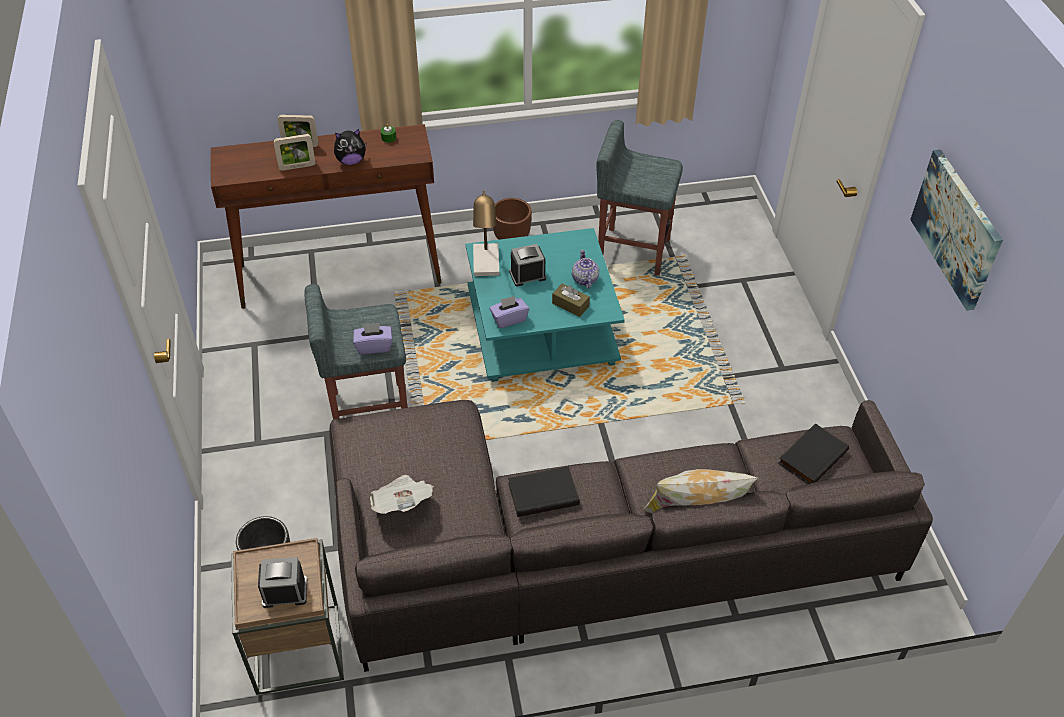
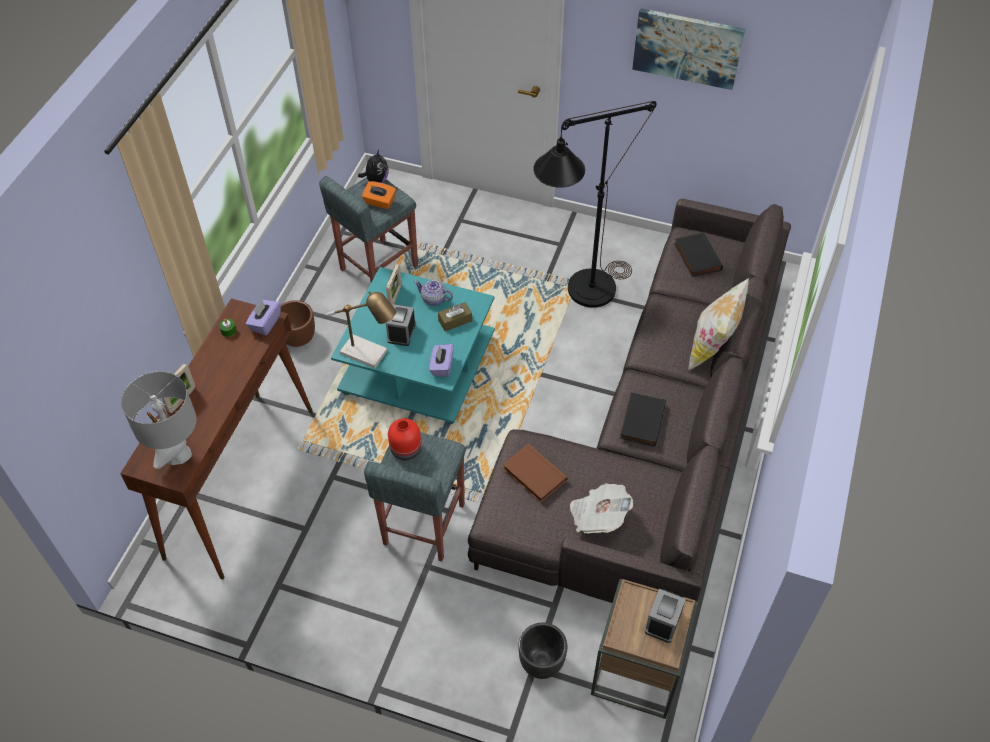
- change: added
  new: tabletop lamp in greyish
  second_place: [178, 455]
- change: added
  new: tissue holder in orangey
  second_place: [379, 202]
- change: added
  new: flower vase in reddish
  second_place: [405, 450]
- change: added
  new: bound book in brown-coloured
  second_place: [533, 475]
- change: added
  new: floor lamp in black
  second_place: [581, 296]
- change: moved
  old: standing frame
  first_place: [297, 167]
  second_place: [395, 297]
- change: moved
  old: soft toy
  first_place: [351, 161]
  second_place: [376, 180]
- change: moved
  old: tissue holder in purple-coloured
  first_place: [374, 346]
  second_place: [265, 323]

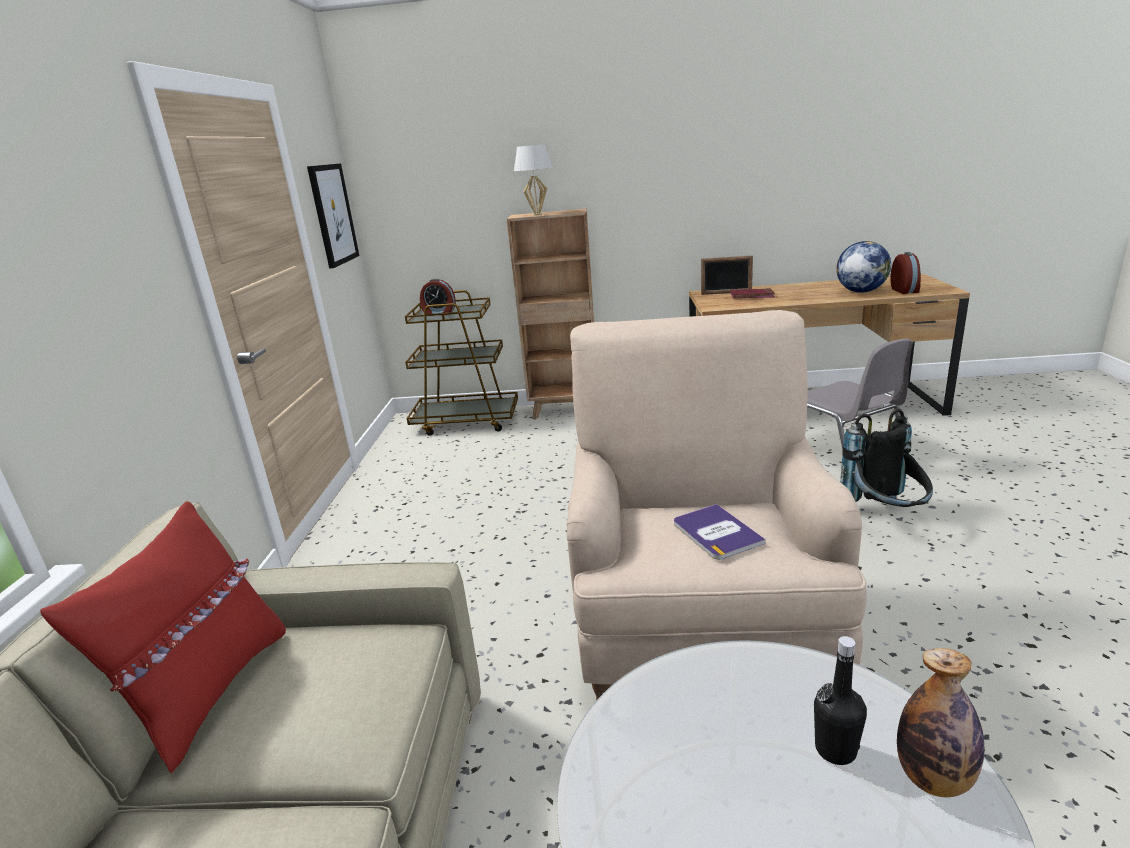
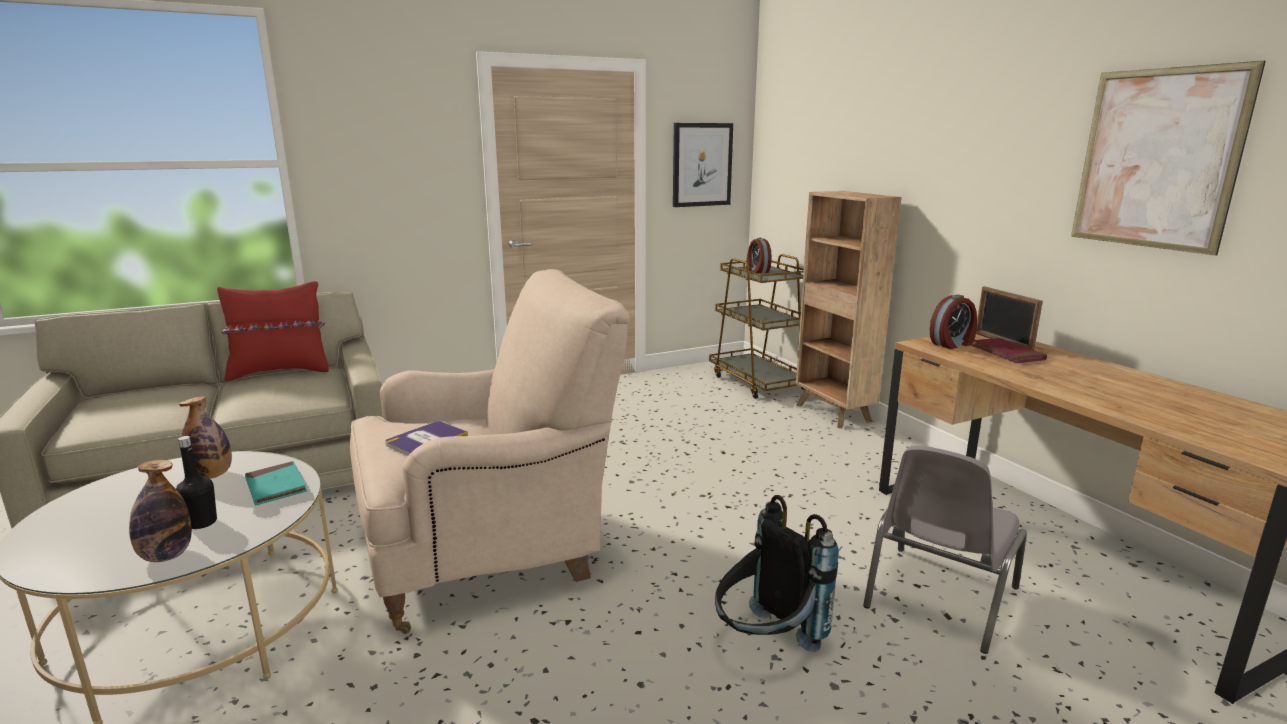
- change: removed
  old: tabletop lamp in whitish
  first_place: [537, 214]
- change: removed
  old: globe
  first_place: [860, 291]
- change: added
  new: drink bottle
  second_place: [212, 475]
- change: added
  new: bound book in turquoise-coloured
  second_place: [276, 487]
- change: added
  new: wall art
  second_place: [1157, 159]
- change: moved
  old: bedside clock
  first_place: [905, 290]
  second_place: [952, 344]

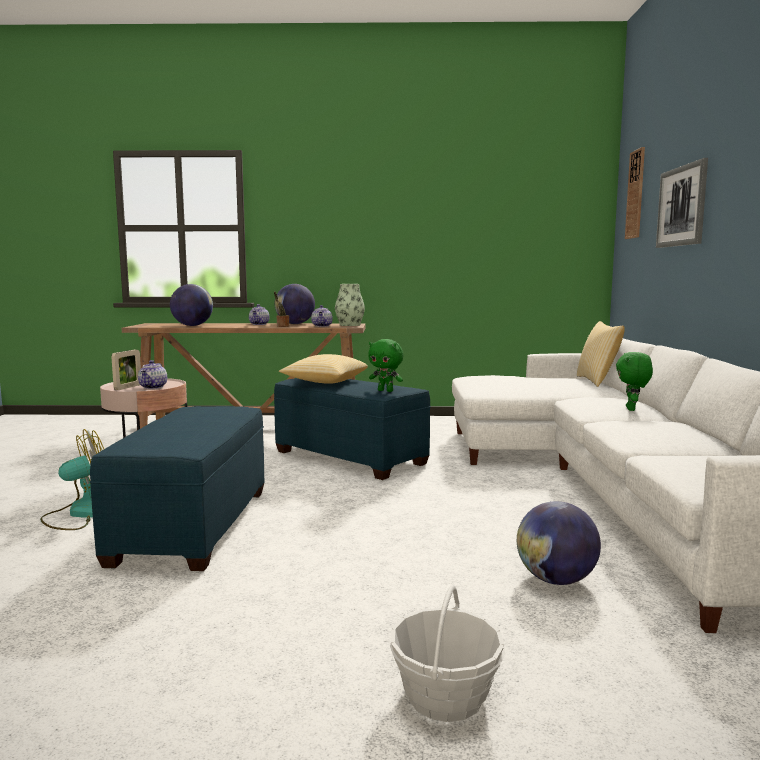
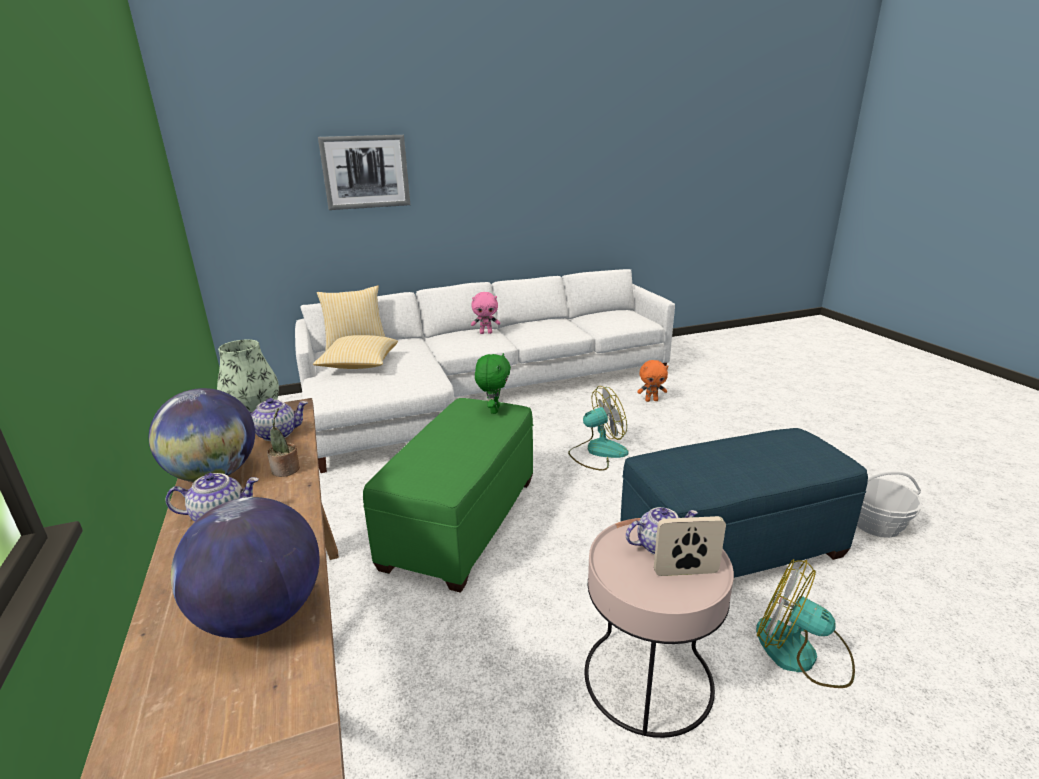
- change: removed
  old: clock on the wall
  first_place: [635, 194]
- change: added
  new: electric fan
  second_place: [597, 452]
- change: moved
  old: pillow
  first_place: [325, 382]
  second_place: [359, 365]
- change: moved
  old: basket
  first_place: [445, 696]
  second_place: [876, 524]
- change: replaced
  old: globe
  new: soft toy in orangey
  first_place: [556, 580]
  second_place: [651, 400]
- change: recoloured
  old: pouffe in bluish
  new: pouffe in green-coloured
  first_place: [350, 457]
  second_place: [462, 521]
- change: recoloured
  old: soft toy in green-coloured
  new: soft toy in pink
  first_place: [632, 409]
  second_place: [486, 333]

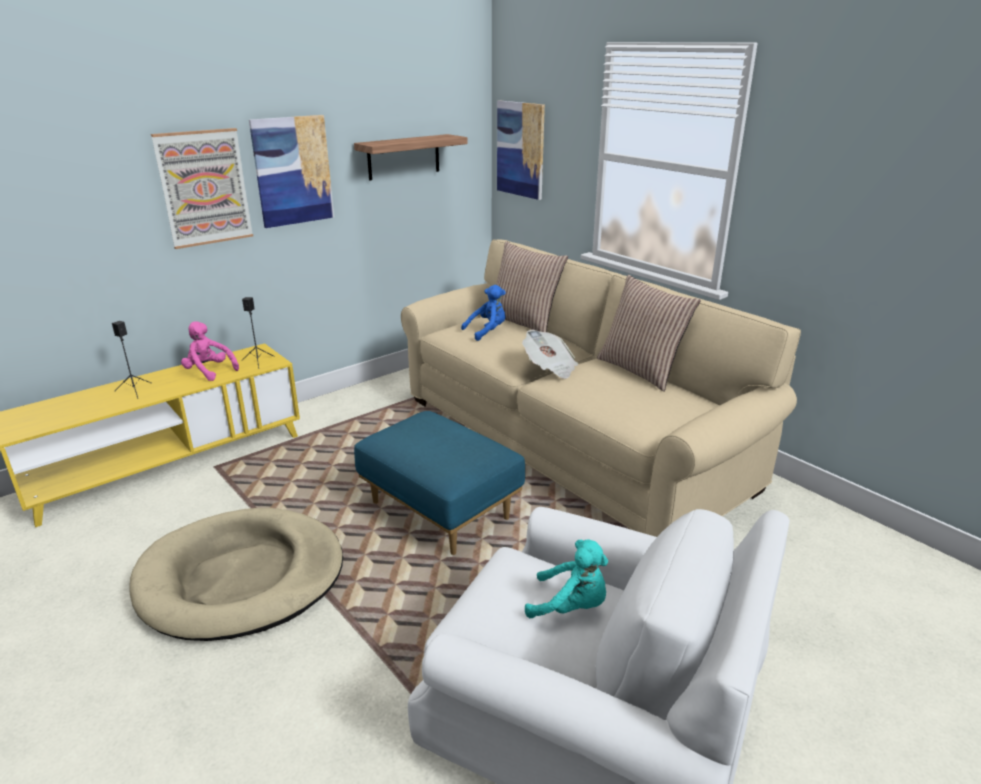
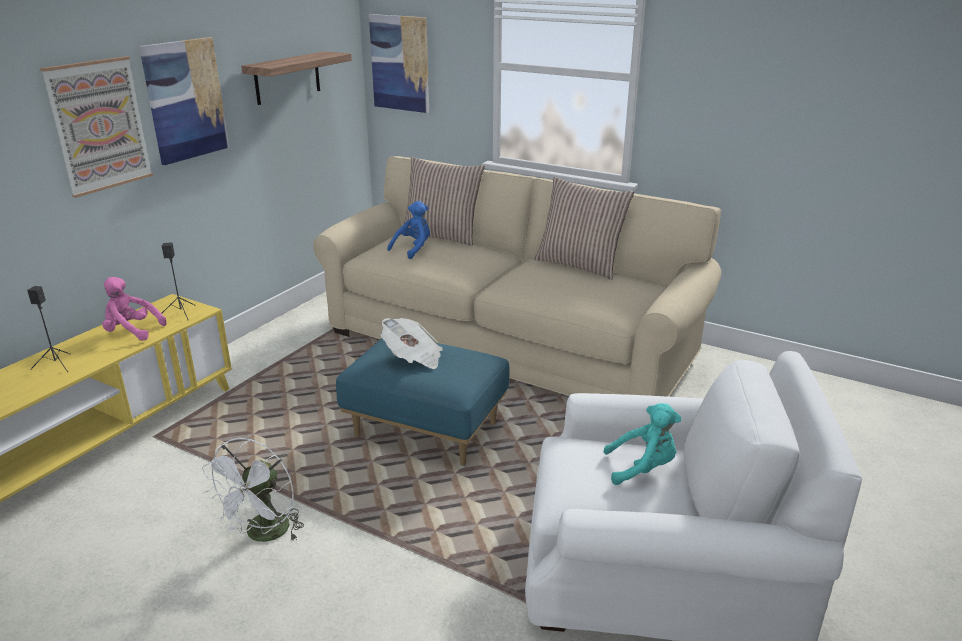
- change: moved
  old: daily paper
  first_place: [550, 368]
  second_place: [413, 357]
- change: replaced
  old: pet bed in beige-coloured
  new: electric fan in whitish
  first_place: [242, 578]
  second_place: [263, 535]

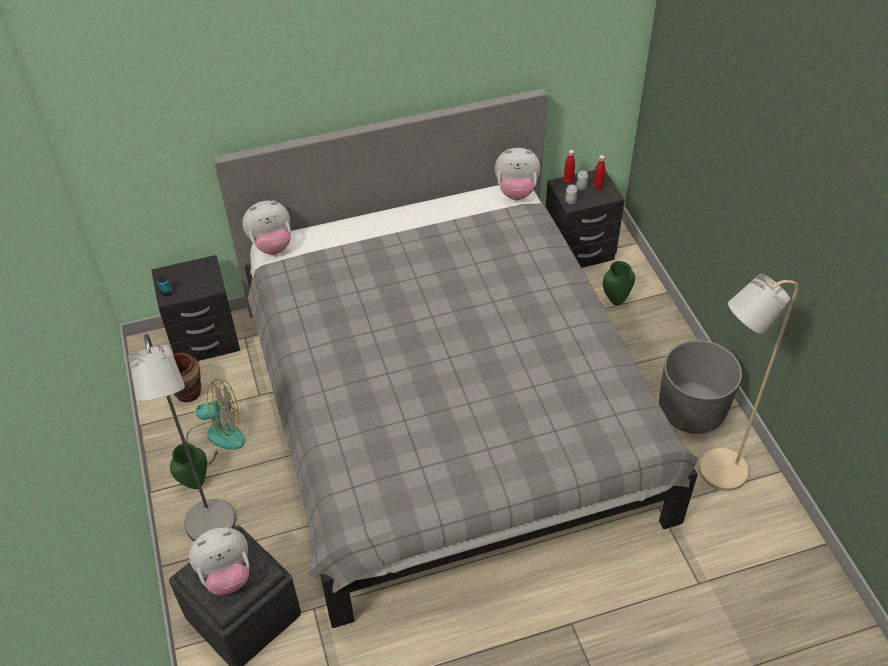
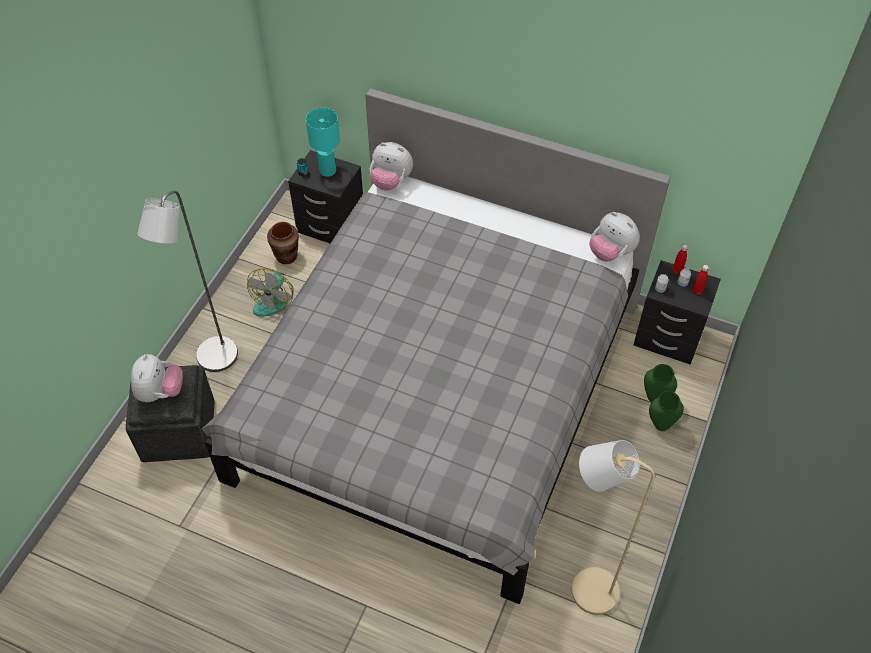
- change: removed
  old: flower pot in greyish
  first_place: [691, 410]
- change: added
  new: tabletop lamp in turquoise-coloured
  second_place: [328, 170]
- change: moved
  old: flower vase in green-coloured
  first_place: [195, 483]
  second_place: [660, 425]
- change: turned
  old: electric fan
  first_place: [216, 437]
  second_place: [274, 299]
  degrees: 75
- change: turned
  old: soft toy
  first_place: [226, 574]
  second_place: [160, 392]
  degrees: -105

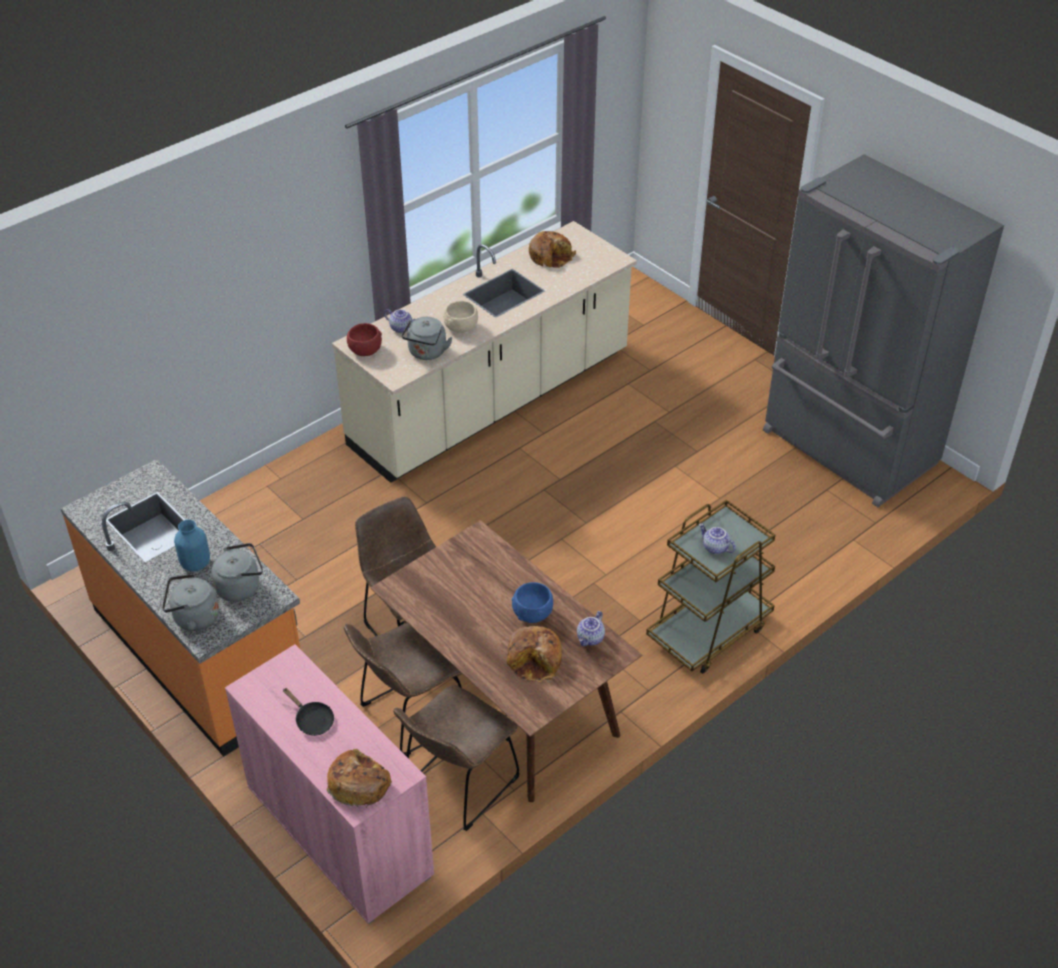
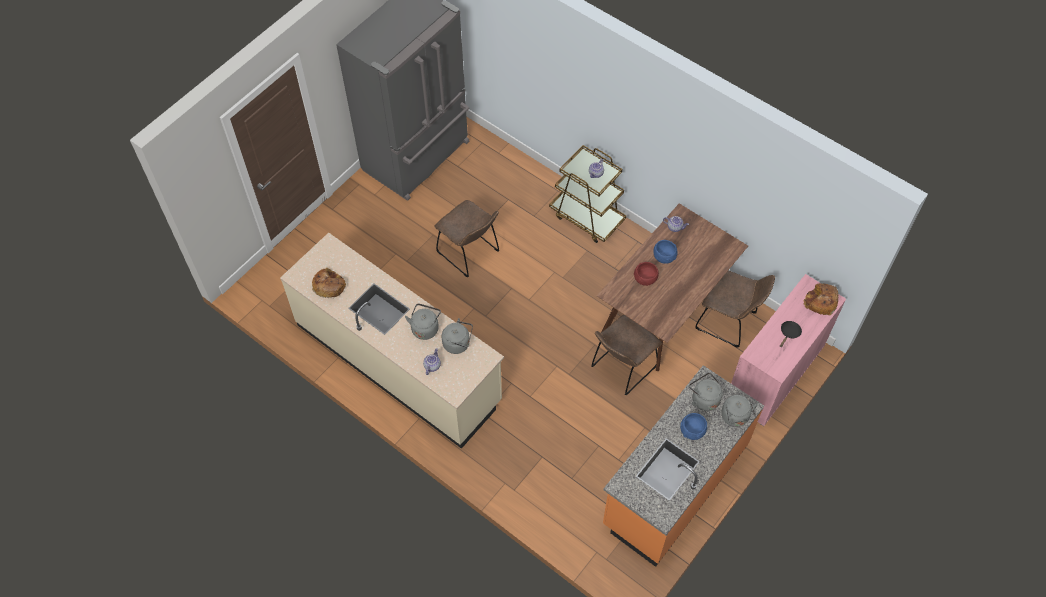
- change: removed
  old: baked bread
  first_place: [535, 660]
- change: moved
  old: upright chair in brown-coloured
  first_place: [410, 716]
  second_place: [470, 253]
- change: moved
  old: serving bowl in reddish
  first_place: [364, 350]
  second_place: [645, 279]
- change: replaced
  old: flower vase in bluish
  new: serving bowl in bluish
  first_place: [195, 564]
  second_place: [692, 431]
- change: replaced
  old: serving bowl in beige-coloured
  new: kettle in greyish
  first_place: [461, 327]
  second_place: [425, 328]

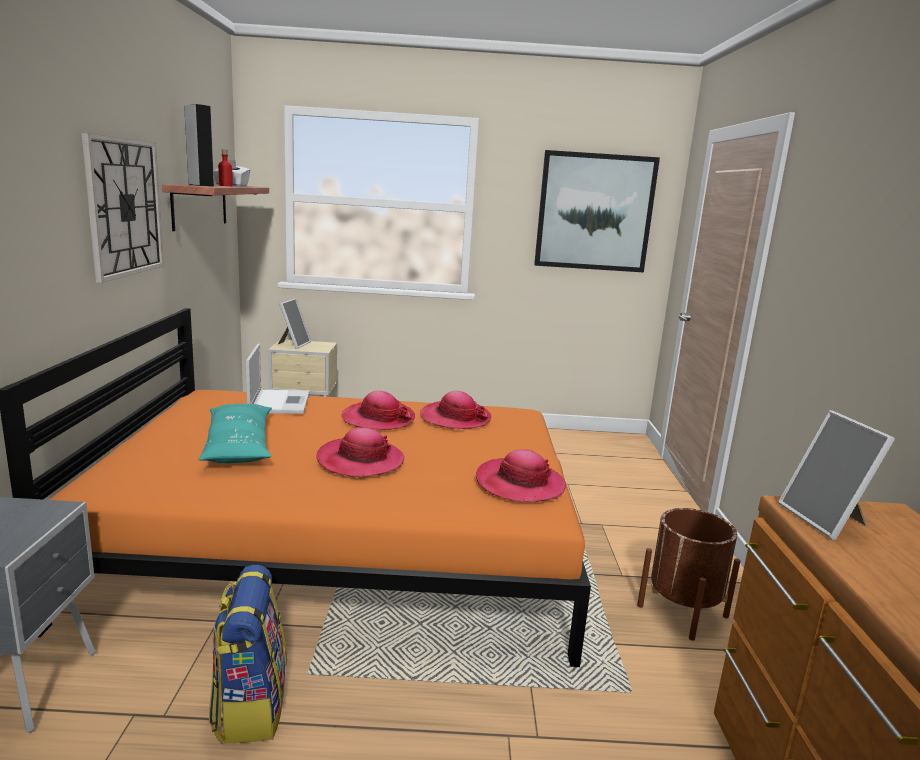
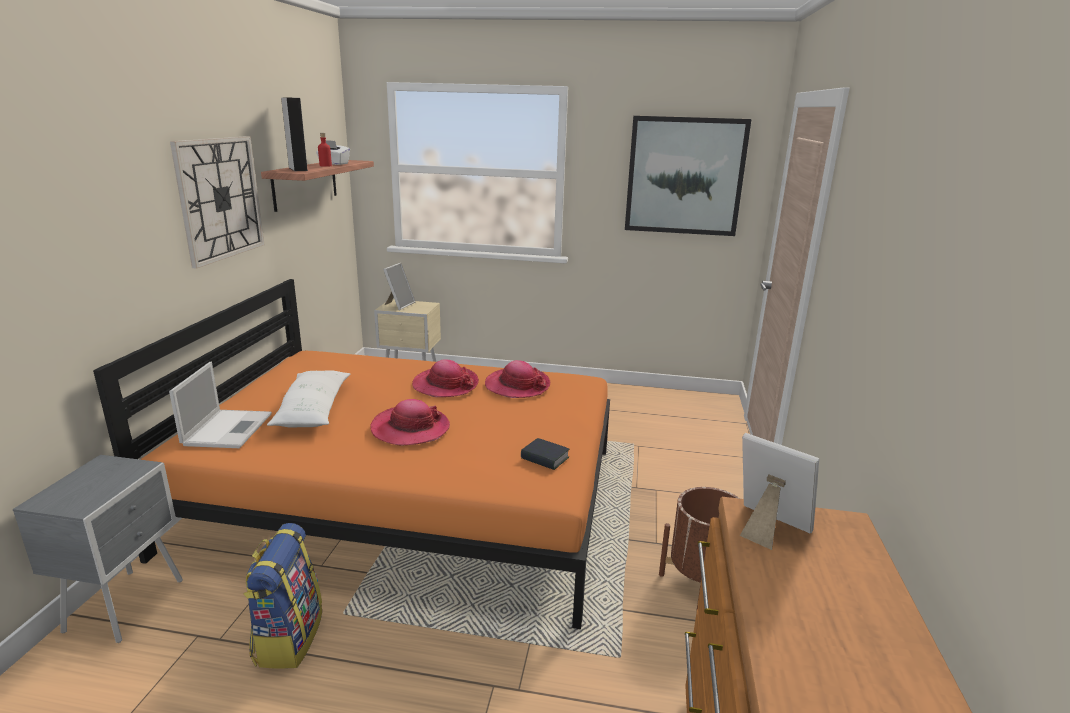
- change: moved
  old: notebook computer
  first_place: [279, 402]
  second_place: [228, 428]
- change: replaced
  old: wearable hat
  new: bound book
  first_place: [520, 484]
  second_place: [545, 458]
- change: recoloured
  old: pillow in turquoise-coloured
  new: pillow in whitish
  first_place: [239, 446]
  second_place: [313, 410]
- change: turned
  old: standing frame
  first_place: [826, 520]
  second_place: [767, 528]
  degrees: 135

